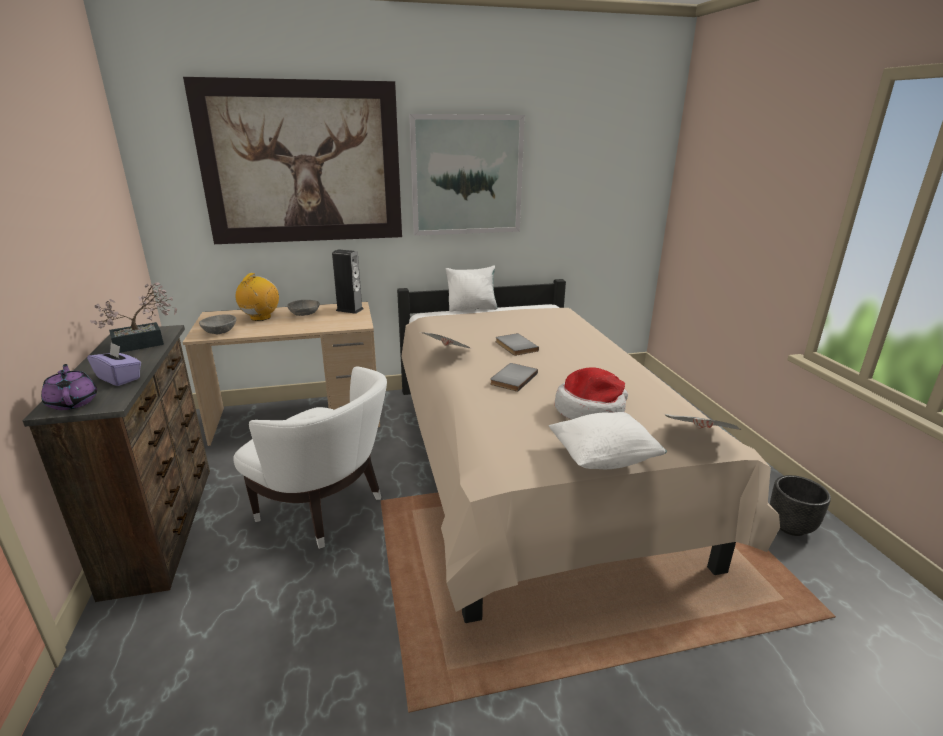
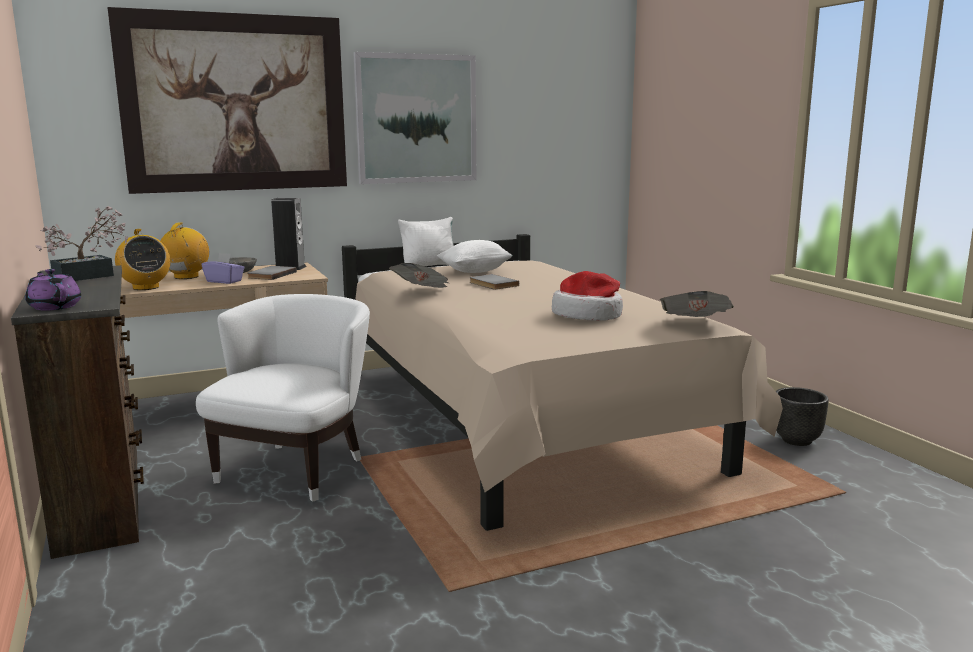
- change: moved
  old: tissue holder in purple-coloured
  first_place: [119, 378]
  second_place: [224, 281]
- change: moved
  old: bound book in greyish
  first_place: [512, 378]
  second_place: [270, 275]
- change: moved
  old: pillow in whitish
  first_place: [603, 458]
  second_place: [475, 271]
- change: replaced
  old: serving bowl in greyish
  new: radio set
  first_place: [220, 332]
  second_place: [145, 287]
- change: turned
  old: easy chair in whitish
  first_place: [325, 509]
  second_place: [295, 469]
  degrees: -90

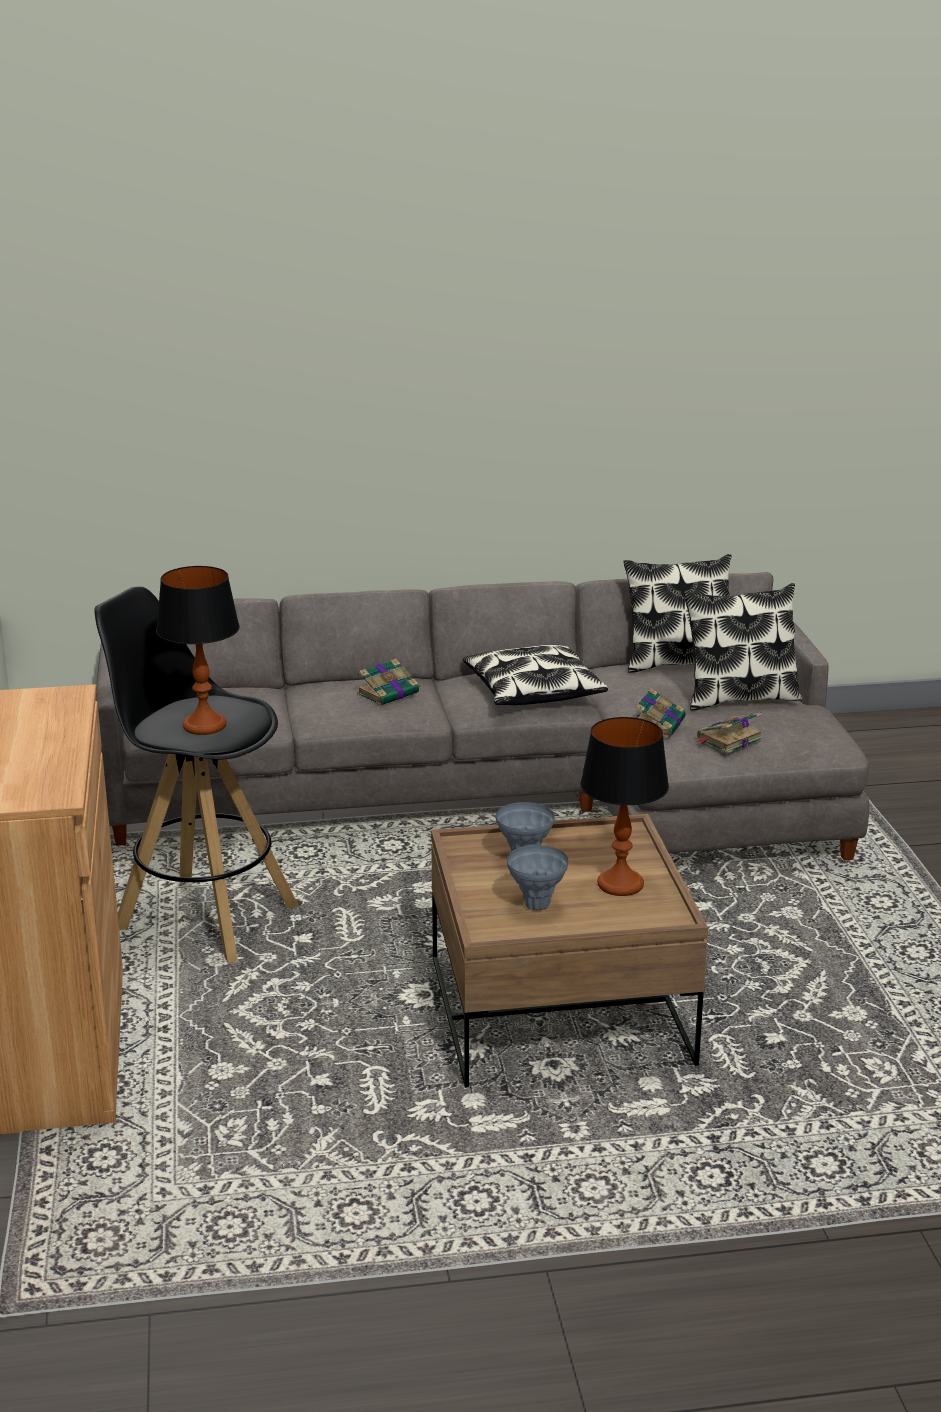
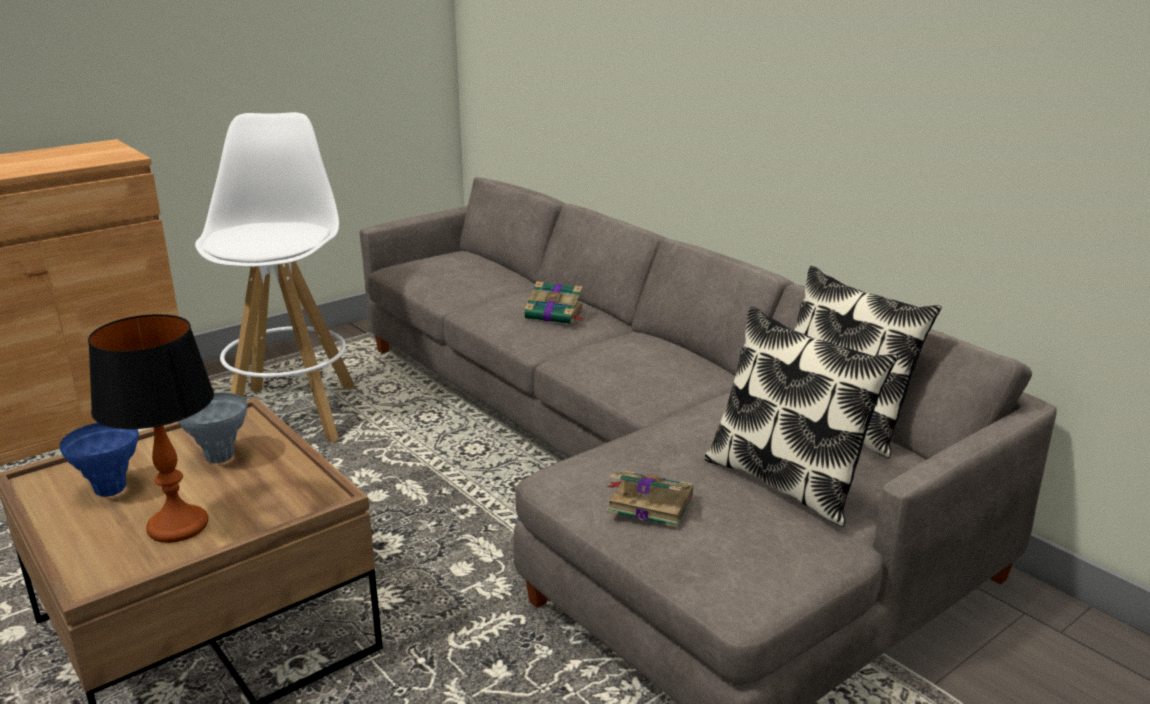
- change: removed
  old: tabletop lamp
  first_place: [205, 725]
- change: removed
  old: pillow
  first_place: [533, 691]
- change: removed
  old: bound book
  first_place: [658, 724]
- change: recoloured
  old: sitting stool in black
  new: sitting stool in whitish
  first_place: [205, 916]
  second_place: [293, 413]
- change: recoloured
  old: flower vase in greyish
  new: flower vase in bluish
  first_place: [536, 905]
  second_place: [111, 490]

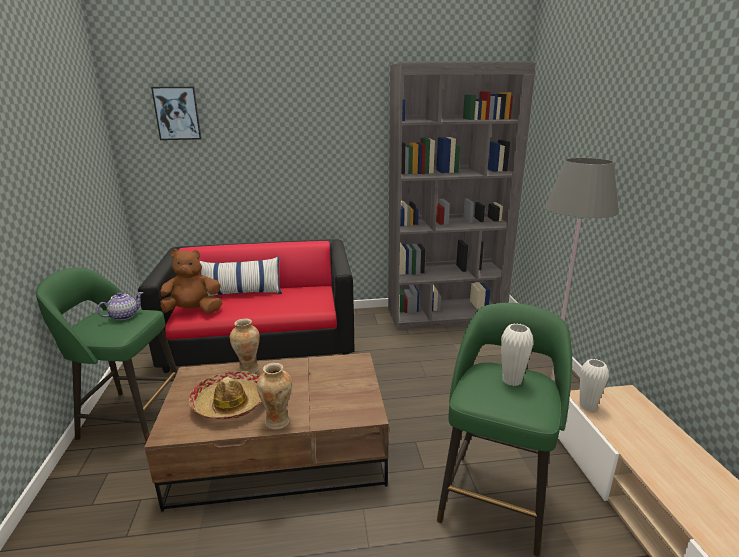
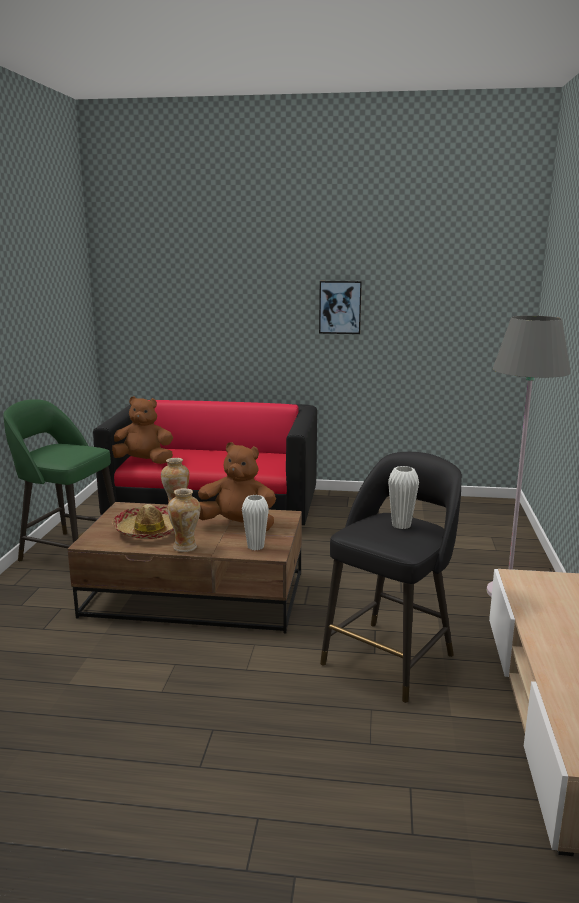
- change: removed
  old: pot for tea
  first_place: [124, 316]
- change: removed
  old: pillow
  first_place: [241, 293]
- change: removed
  old: shelving unit in greyish
  first_place: [445, 315]
- change: added
  new: soft toy in brown-coloured
  second_place: [237, 526]
- change: moved
  old: wall art
  first_place: [177, 113]
  second_place: [340, 307]
- change: moved
  old: flower vase in whitish
  first_place: [587, 406]
  second_place: [255, 547]
- change: recoloured
  old: sitting stool in green-coloured
  new: sitting stool in black
  first_place: [495, 497]
  second_place: [390, 658]

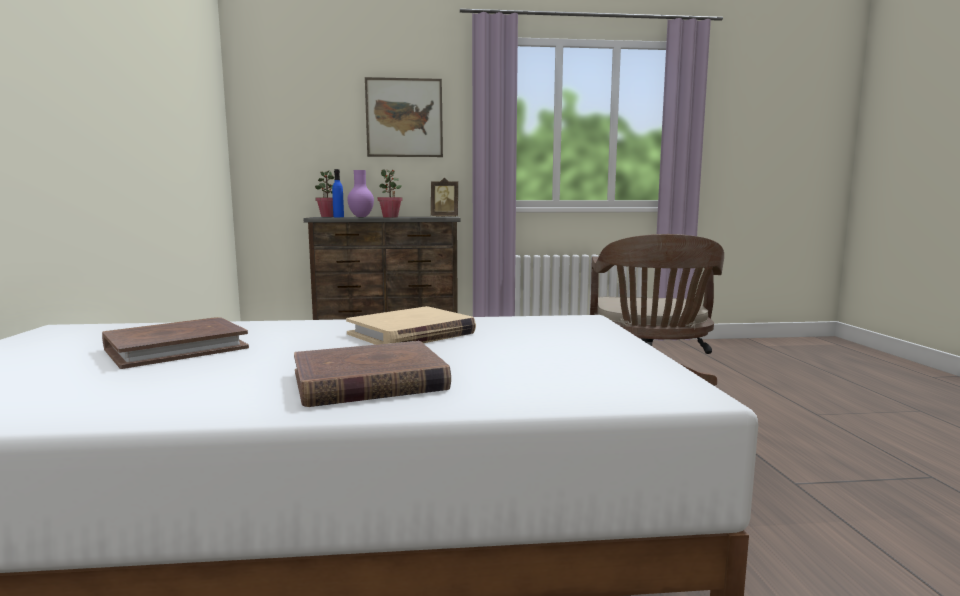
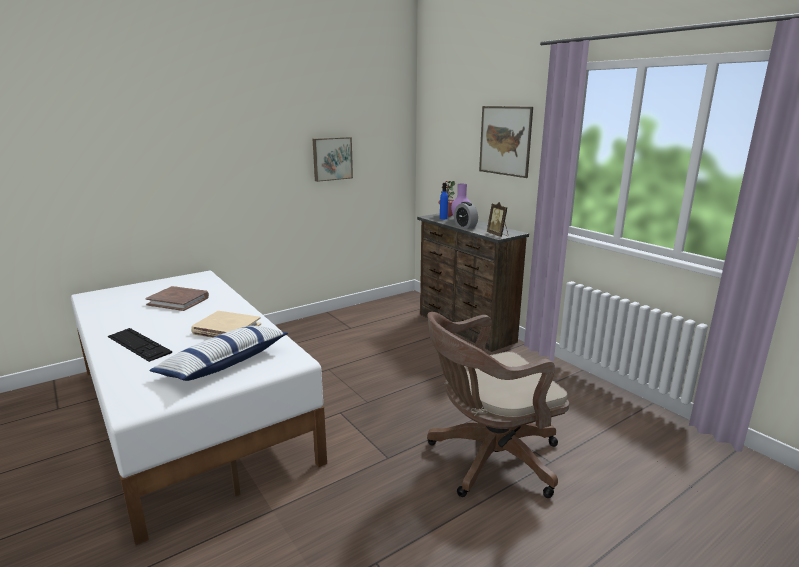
- change: added
  new: pillow
  second_place: [224, 364]
- change: added
  new: wall art
  second_place: [332, 158]
- change: replaced
  old: bound book in brown-coloured
  new: PC keyboard
  first_place: [369, 381]
  second_place: [138, 344]
- change: replaced
  old: houseplant
  new: bedside clock
  first_place: [390, 217]
  second_place: [465, 226]

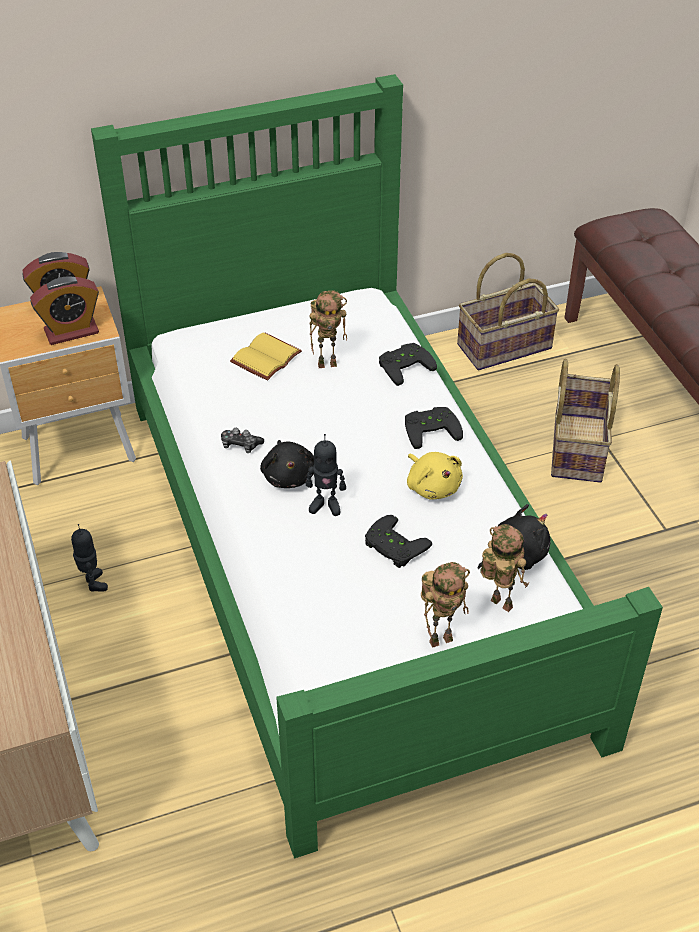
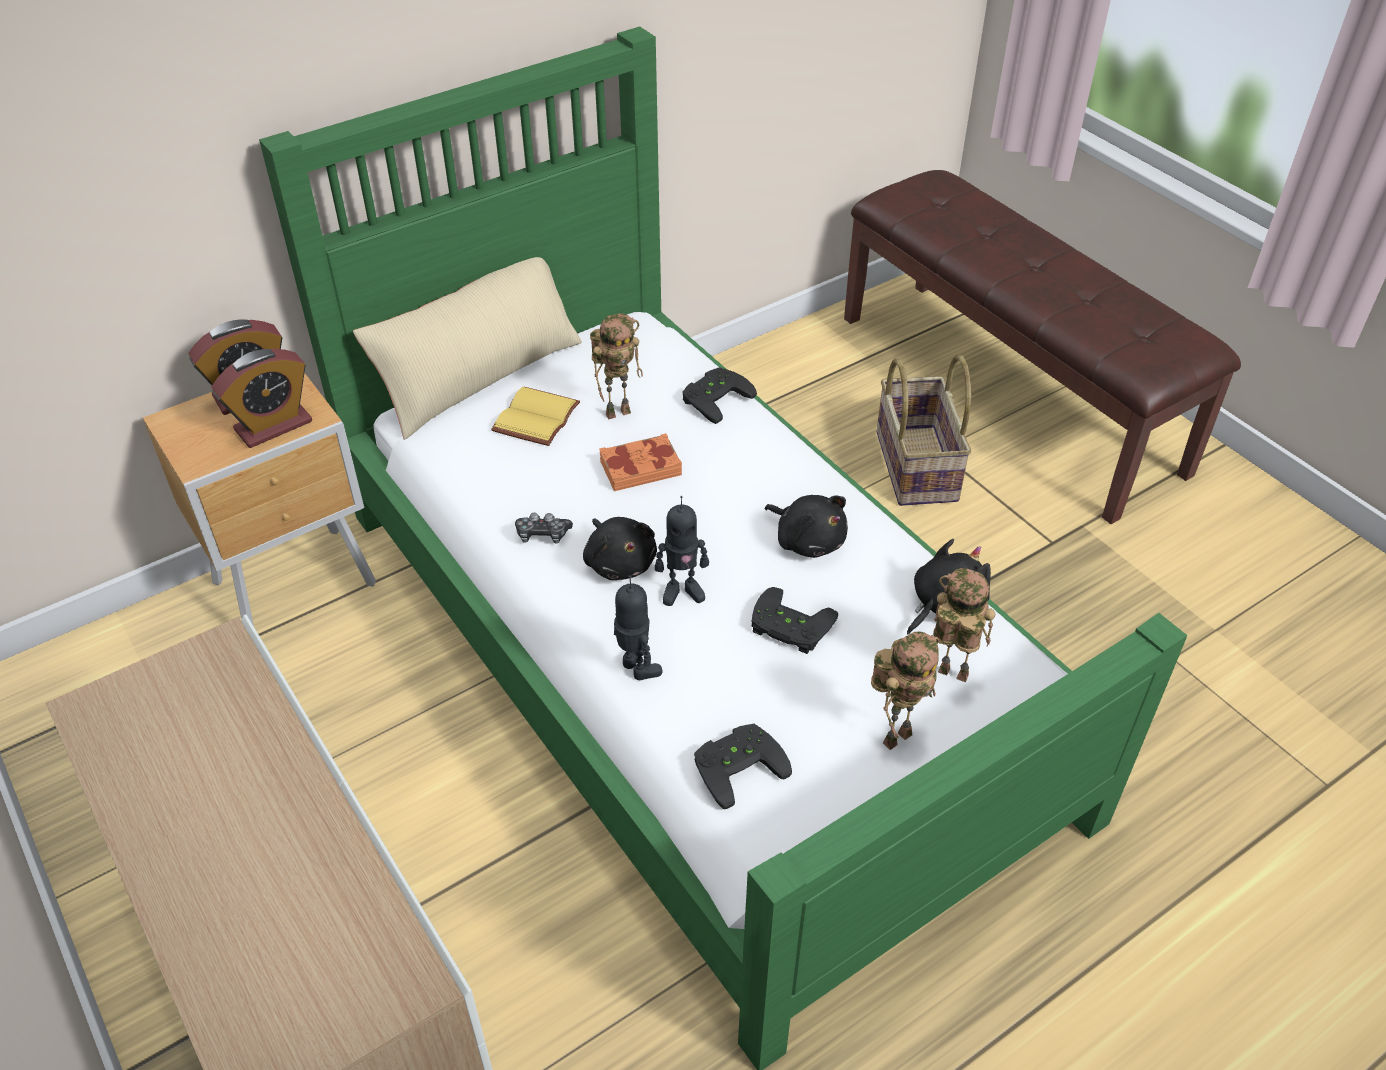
- change: removed
  old: basket
  first_place: [504, 347]
- change: added
  new: pillow in beige-coloured
  second_place: [480, 377]
- change: added
  new: bound book in orangey
  second_place: [640, 467]
- change: moved
  old: model robot
  first_place: [93, 583]
  second_place: [636, 668]
- change: moved
  old: game controller in black
  first_place: [430, 428]
  second_place: [737, 764]
- change: recoloured
  old: soft toy in yellow-coloured
  new: soft toy in black
  first_place: [432, 486]
  second_place: [808, 540]

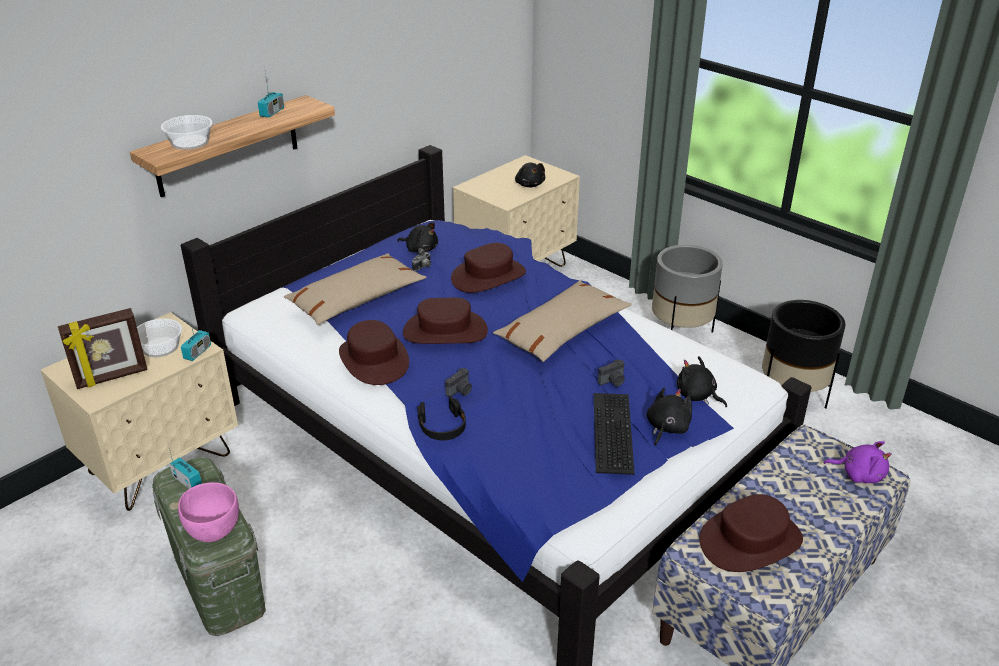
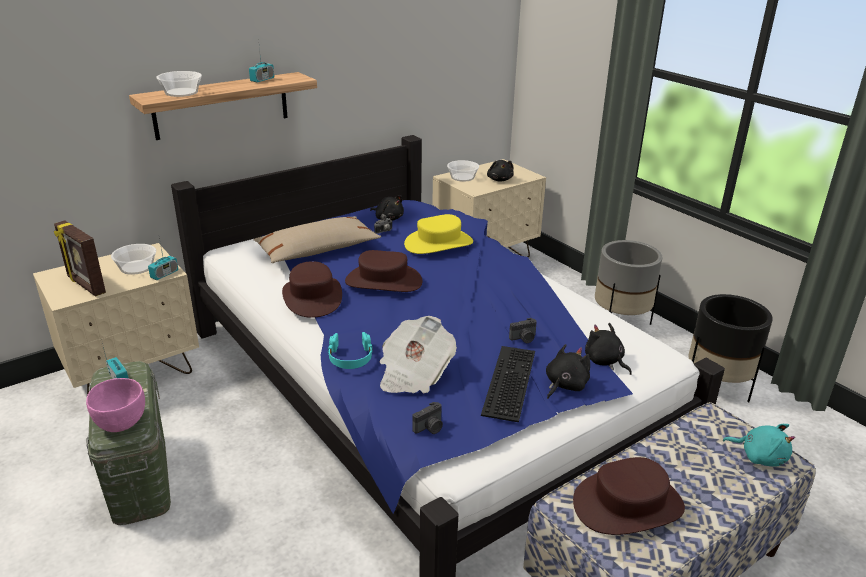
- change: removed
  old: pillow in beige-coloured
  first_place: [562, 331]
- change: added
  new: daily paper
  second_place: [414, 374]
- change: added
  new: serving bowl
  second_place: [463, 177]
- change: moved
  old: still camera
  first_place: [460, 391]
  second_place: [430, 428]
- change: recoloured
  old: headset in black
  new: headset in turquoise-coloured
  first_place: [442, 426]
  second_place: [350, 357]
- change: recoloured
  old: wearable hat in brown-coloured
  new: wearable hat in yellow-coloured
  first_place: [488, 276]
  second_place: [438, 243]
- change: recoloured
  old: soft toy in purple-coloured
  new: soft toy in turquoise-coloured
  first_place: [859, 474]
  second_place: [759, 456]
- change: turned
  old: standing frame
  first_place: [112, 378]
  second_place: [85, 285]
  degrees: 60

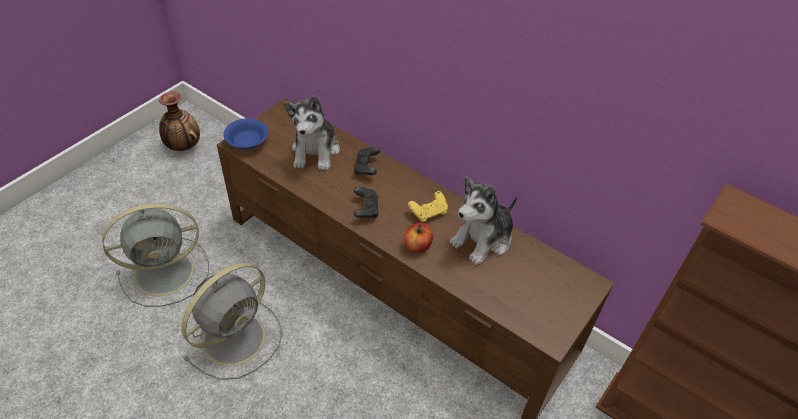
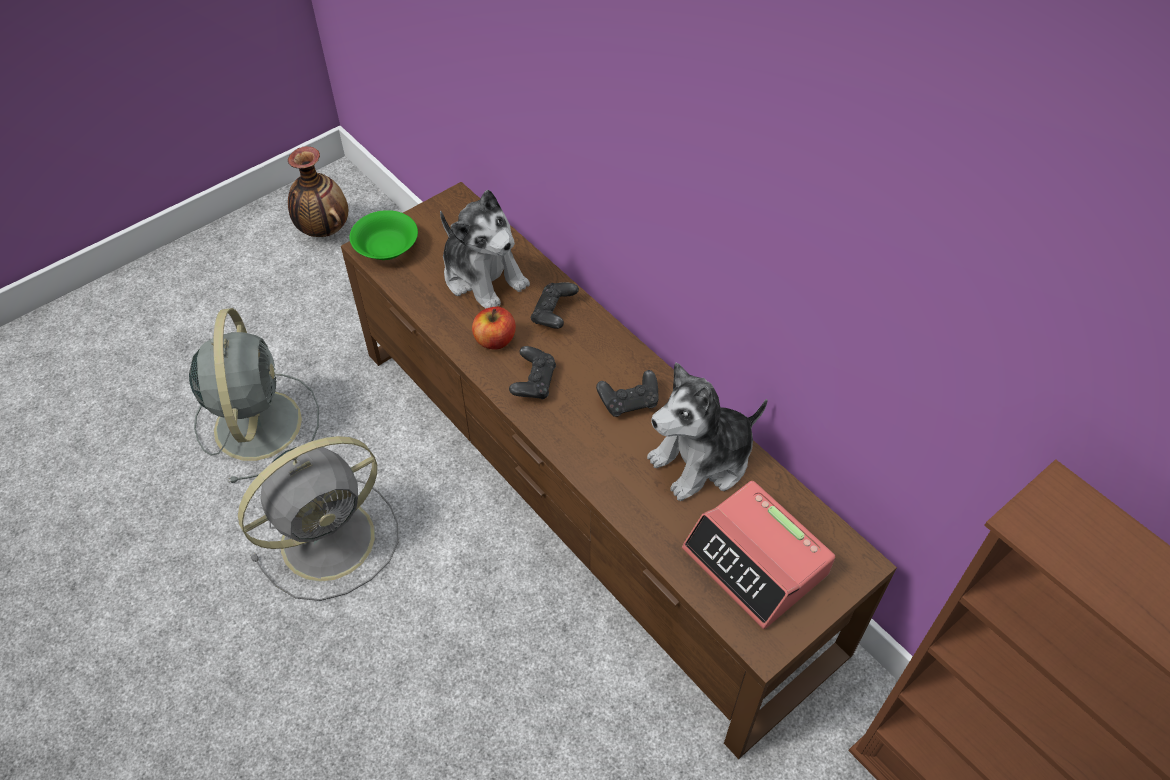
- change: added
  new: bedside clock
  second_place: [756, 562]
- change: moved
  old: apple
  first_place: [417, 246]
  second_place: [495, 340]
- change: recoloured
  old: serving bowl in bluish
  new: serving bowl in green-coloured
  first_place: [247, 141]
  second_place: [387, 247]
- change: recoloured
  old: game controller in yellow-coloured
  new: game controller in black
  first_place: [428, 212]
  second_place: [629, 402]
- change: turned
  old: electric fan in greyish
  first_place: [167, 271]
  second_place: [258, 422]
  degrees: -90
- change: turned
  old: soft toy
  first_place: [315, 151]
  second_place: [483, 276]
  degrees: -60

